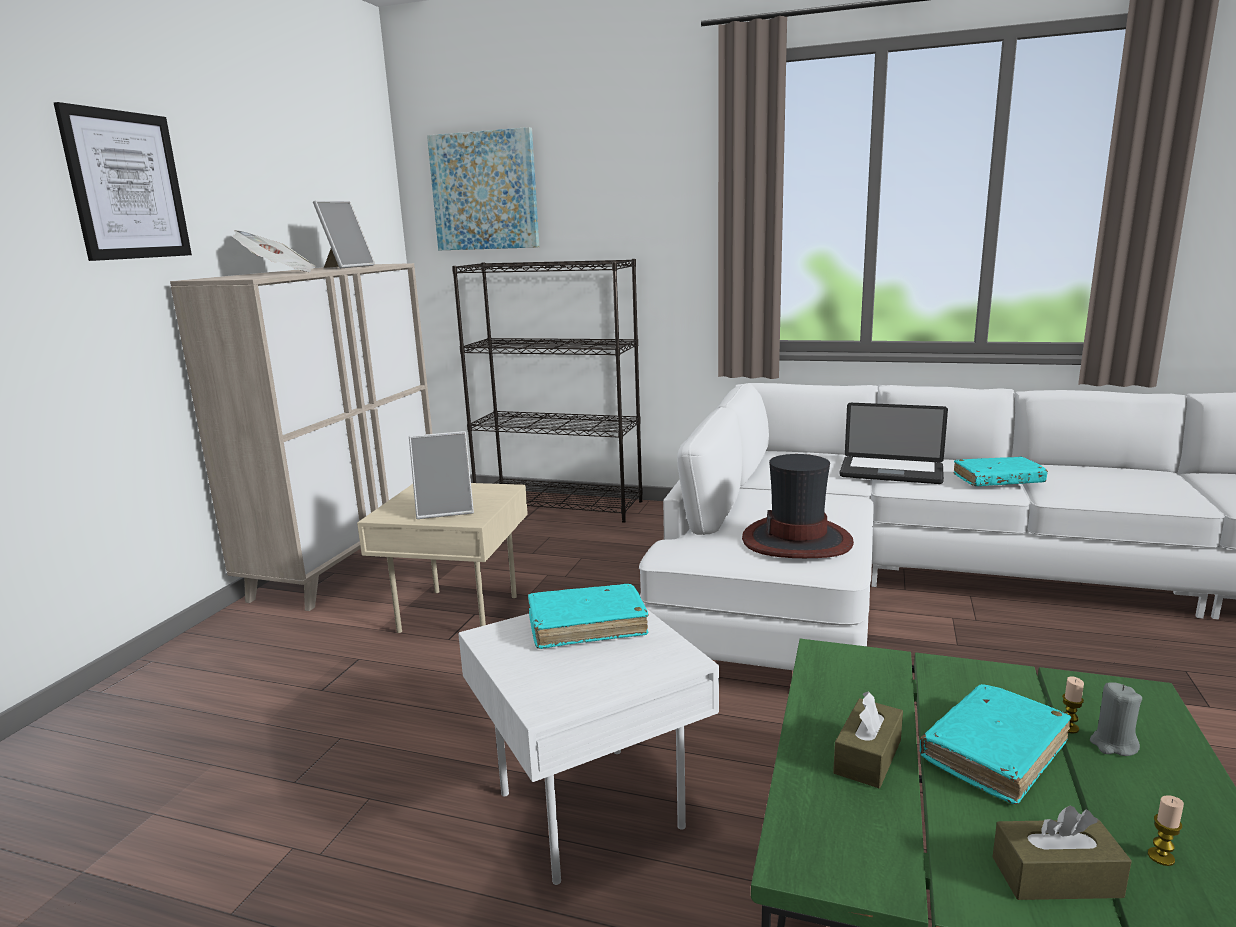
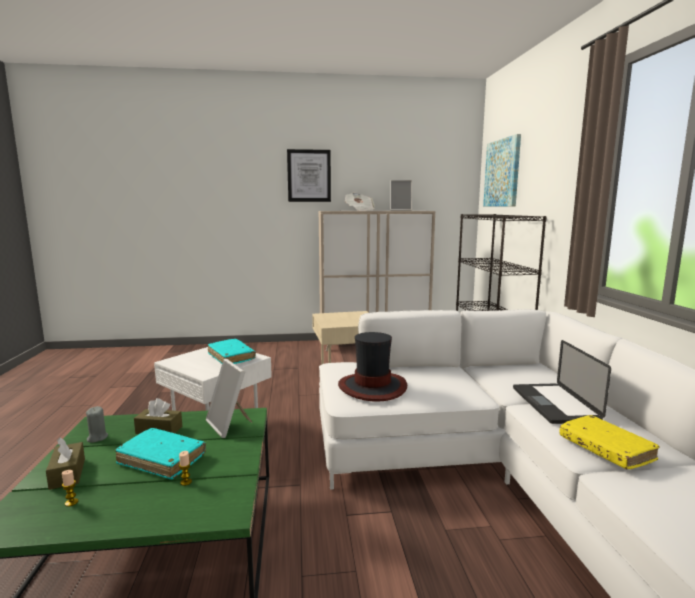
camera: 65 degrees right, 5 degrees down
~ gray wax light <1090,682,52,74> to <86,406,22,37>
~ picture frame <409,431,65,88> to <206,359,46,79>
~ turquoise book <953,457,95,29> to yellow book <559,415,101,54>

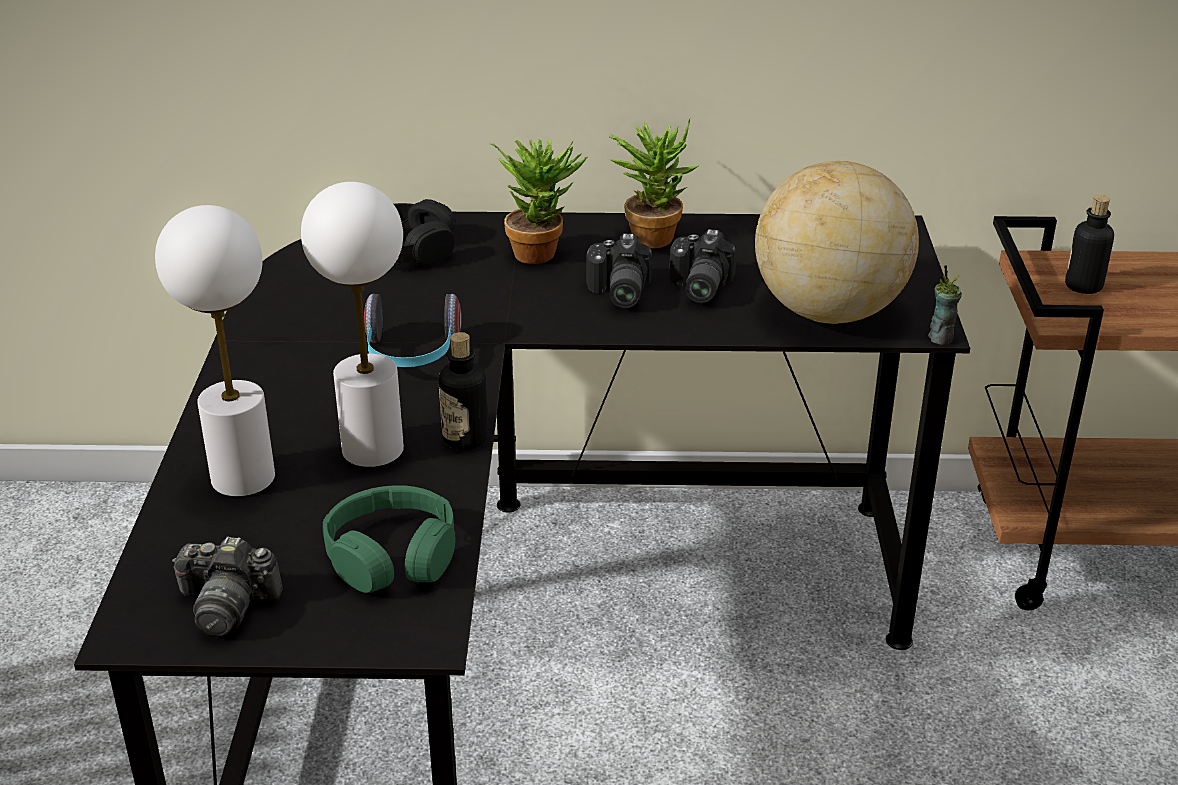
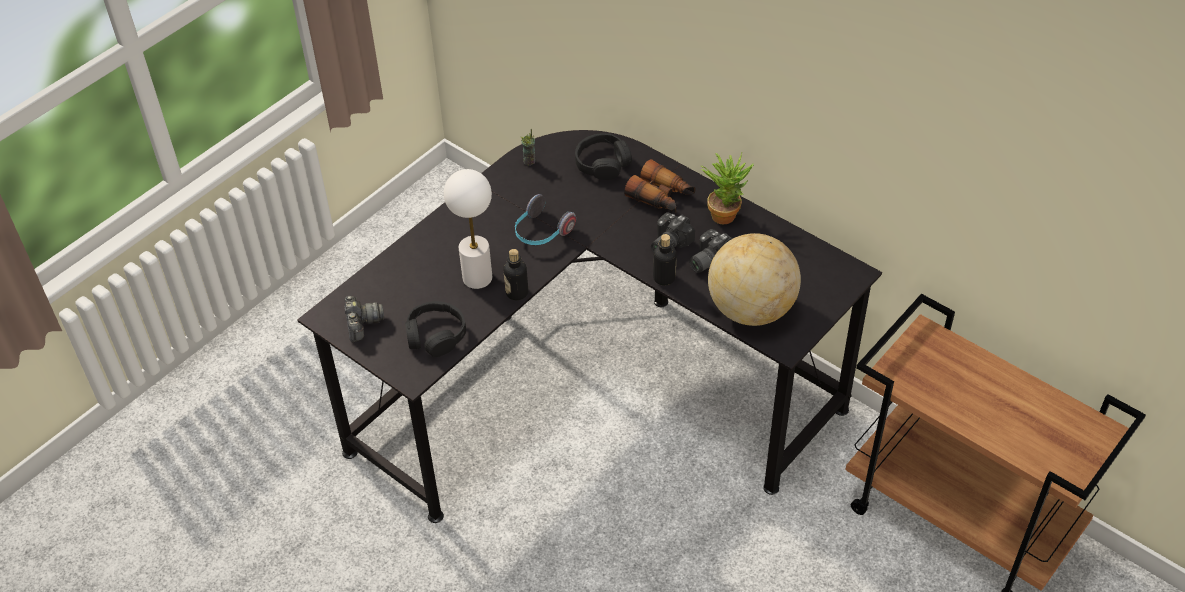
camera: 40 degrees right, 15 degrees up
~ still camera <172,537,111,99> = <344,296,40,46> 150 degrees counterclockwise
~ green-coloured headset <322,485,134,108> to black-coloured headset <405,301,61,56>
~ drinking cup <928,265,34,80> to <521,129,14,36>
~ potted plant <489,139,98,125> to field glasses <624,159,72,54>
~ beverage bottle <1065,195,49,99> to <653,234,24,52>
- white-coloured table lamp <155,205,120,292>

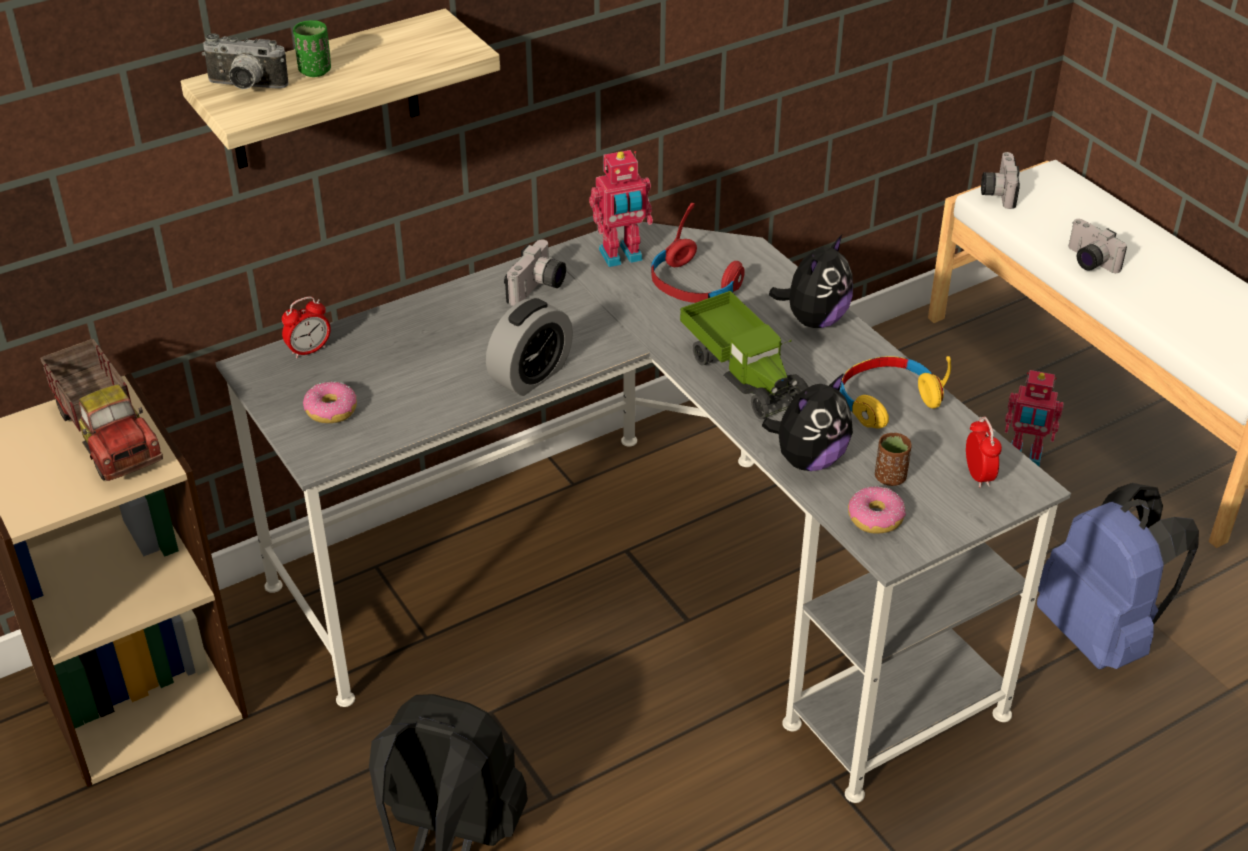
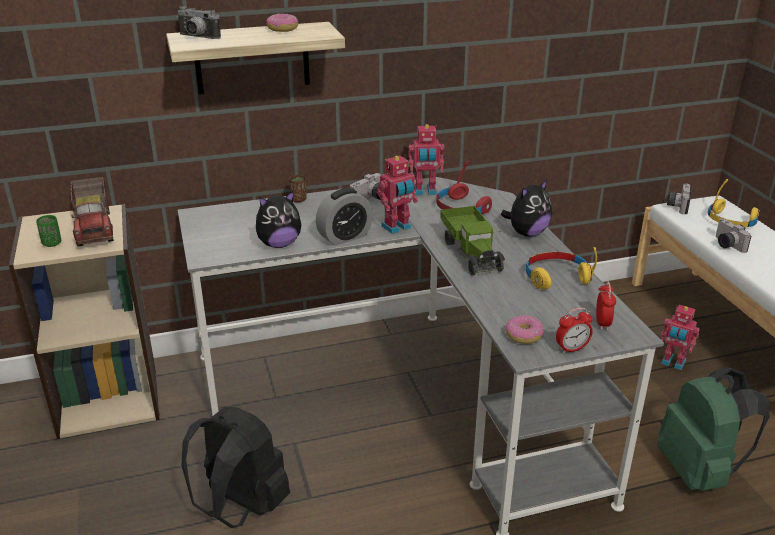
camera: 15 degrees right, 10 degrees down
~ green-coloured drinking cup <293,20,38,57> to <36,215,25,32>
~ soft toy <762,373,91,98> to <256,191,45,57>
~ ring doughnut <303,382,54,41> to <266,13,32,19>
~ brown drinking cup <875,433,37,53> to <289,175,18,28>
+ model robot <377,155,41,79>
~ bedside clock <282,296,49,62> to <556,308,37,46>
~ bluish rucksack <1037,483,162,186> to green-coloured rucksack <657,367,113,124>
+ yellow headset <708,179,51,48>

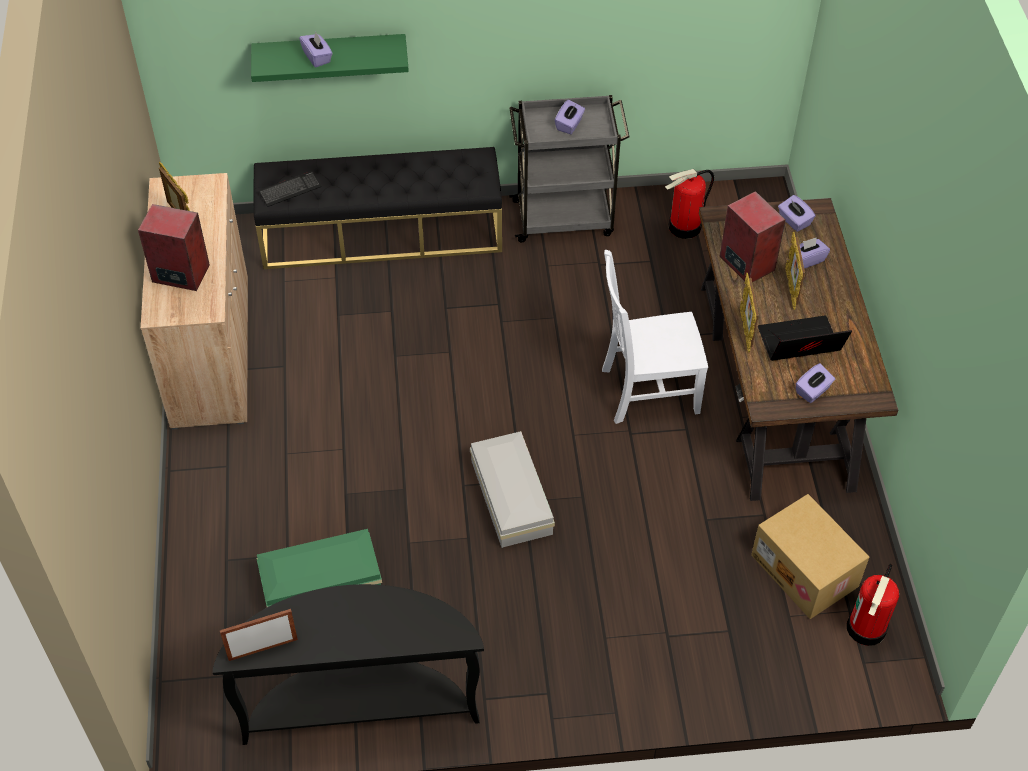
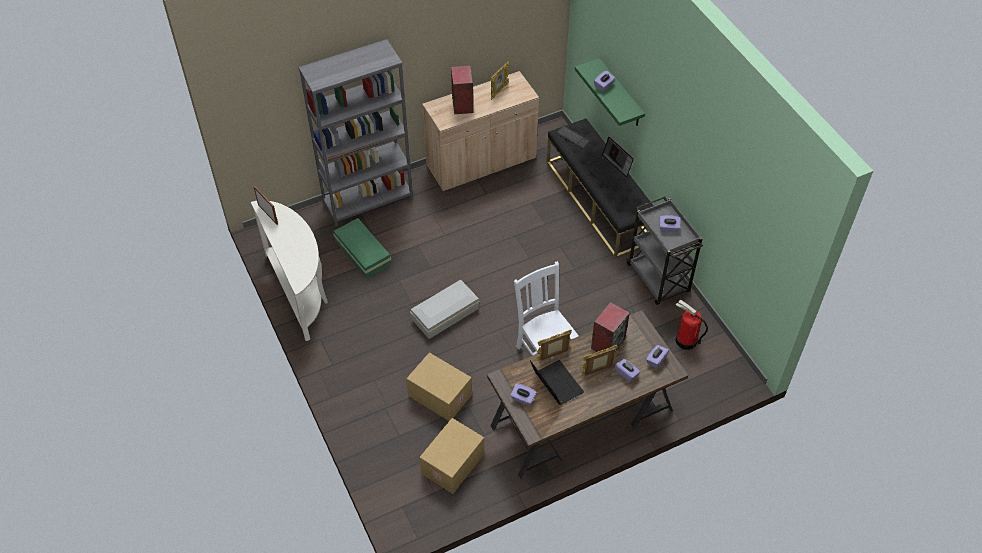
camera: 70 degrees right, 0 degrees up
~ black-coloured hall table <213,584,271,161> to white-coloured hall table <251,201,77,140>
+ gray shelving unit <298,39,115,187>
+ cardboard box <406,352,66,69>
+ laptop <584,137,50,51>
- extinguisher <847,564,52,82>

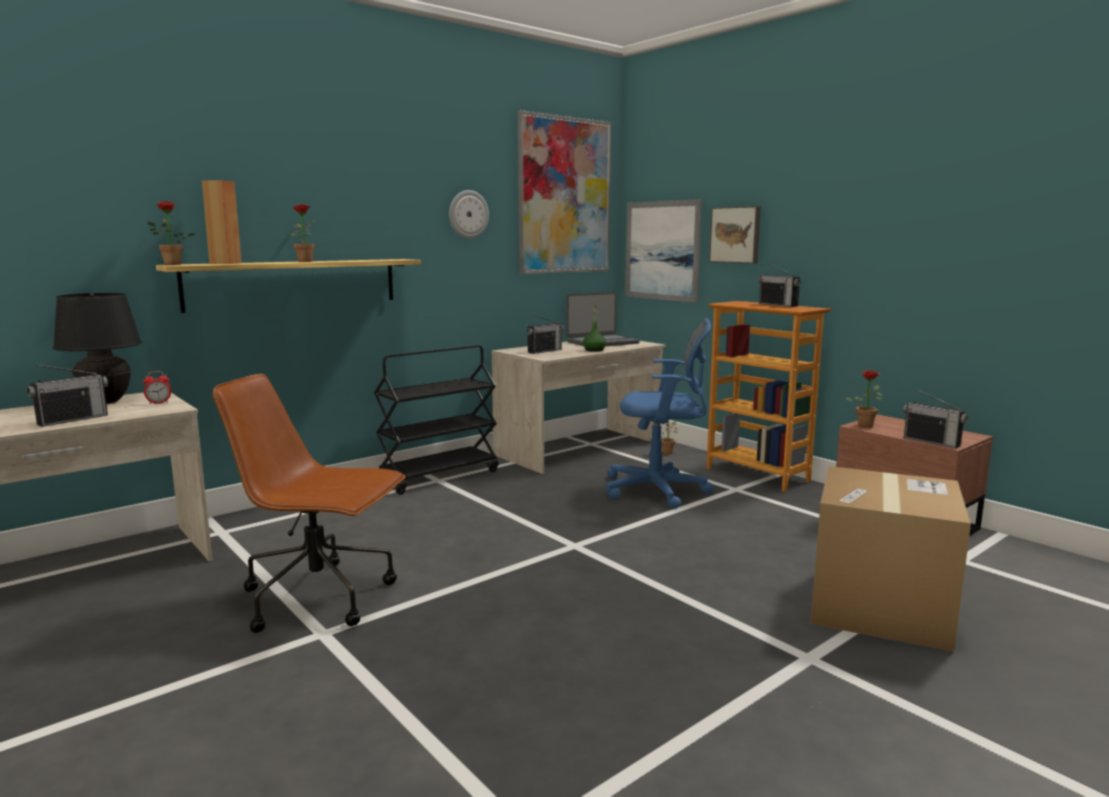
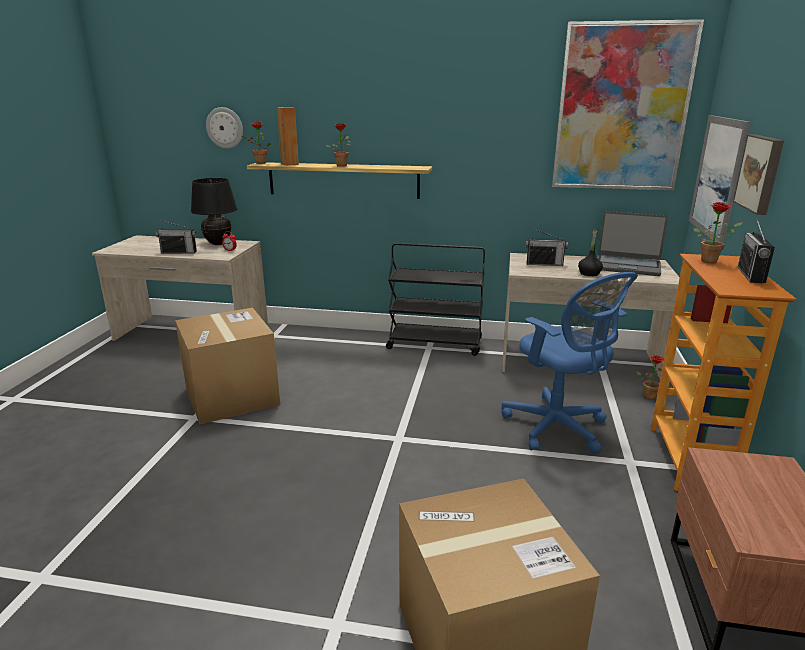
camera: 50 degrees right, 10 degrees up
~ brown office chair <212,374,194,259> to cardboard box <175,308,105,116>
~ clock on the wall <449,190,40,49> to <206,107,37,42>
~ green-coloured beverage bottle <583,305,23,47> to black-coloured beverage bottle <578,230,25,46>
~ potted plant <846,370,37,58> to <693,202,50,61>
- radio <903,389,65,59>

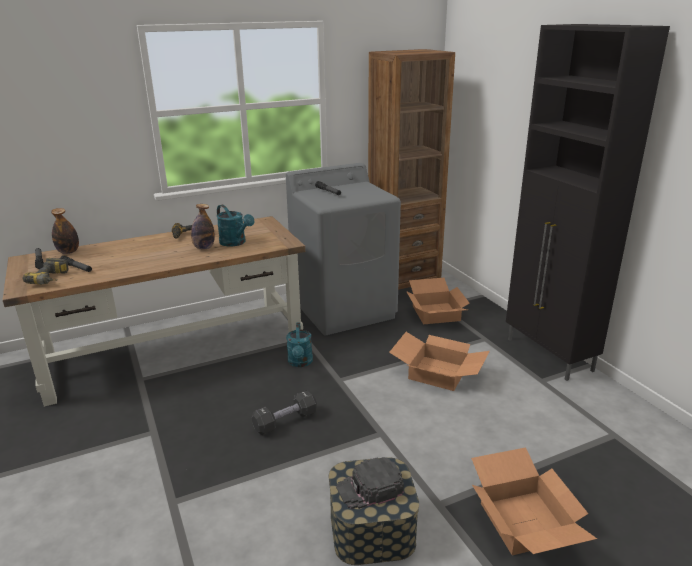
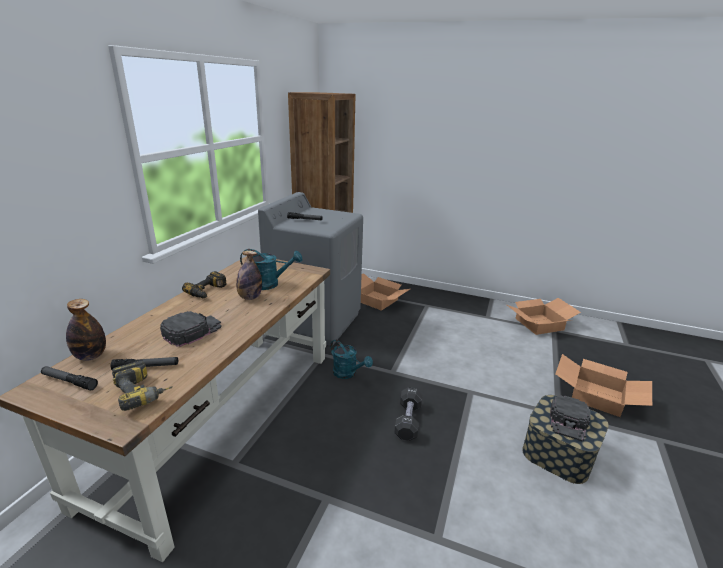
camera: 45 degrees left, 0 degrees up
+ black-coloured cap <160,311,62,36>
~ cardboard box <389,332,101,59> to <507,298,74,37>
- black-coloured cupboard <506,24,164,357>

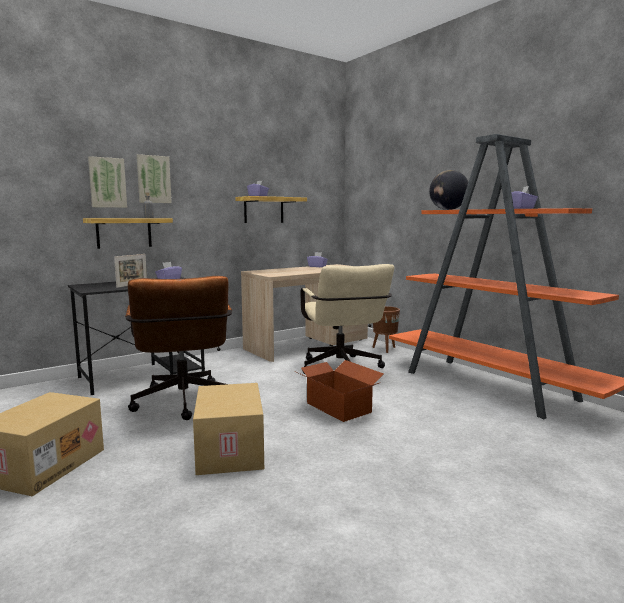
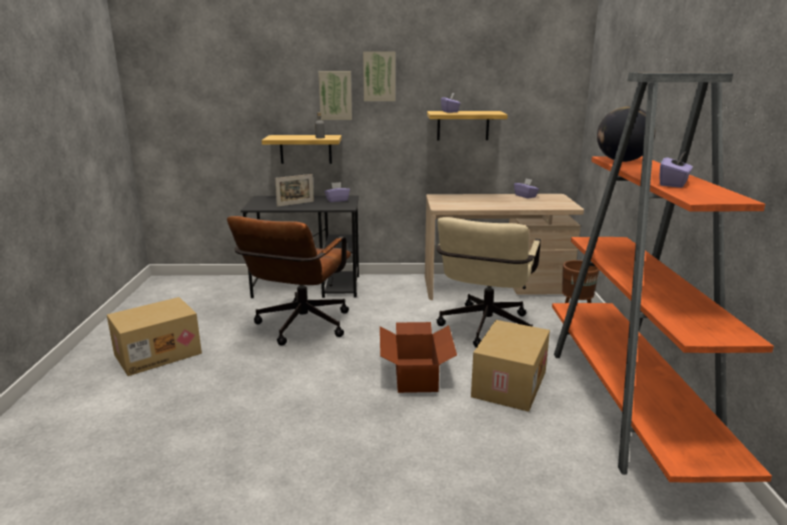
camera: 35 degrees right, 10 degrees up
~ wall art <88,156,39,52> to <363,51,32,50>
~ cardboard box <193,383,71,92> to <471,320,79,92>

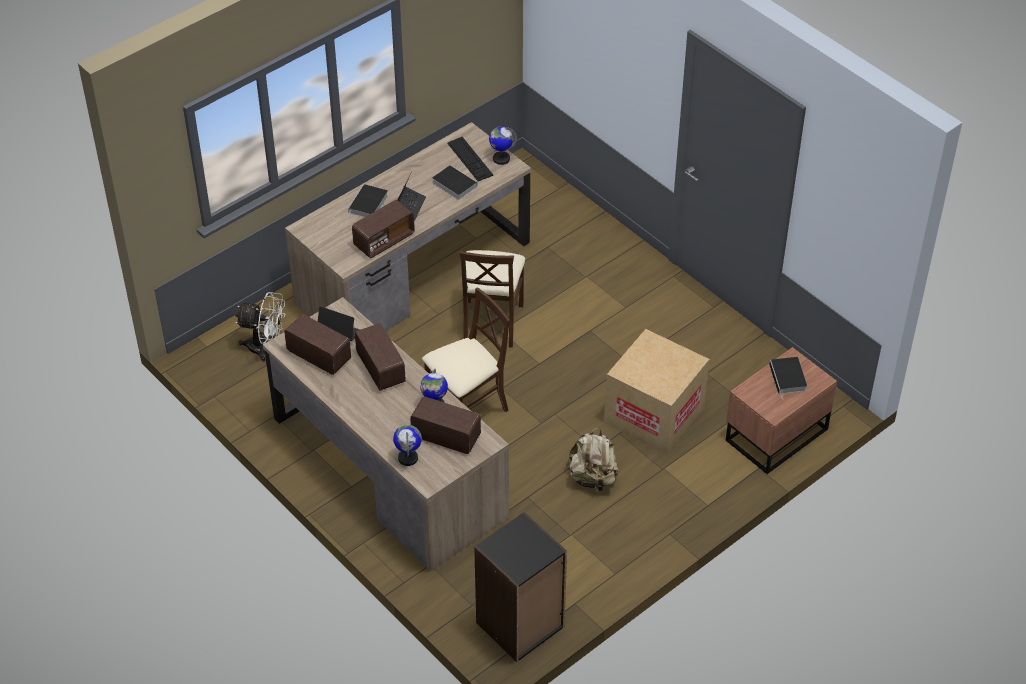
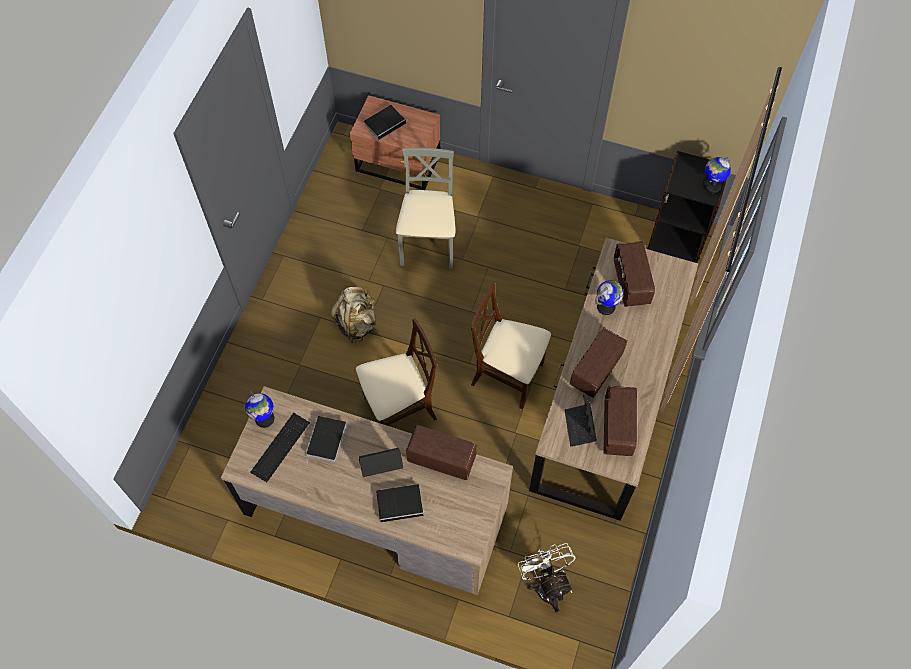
camera: 120 degrees left, 15 degrees up
~ beige-coloured rucksack <566,428,53,63> to <330,287,46,56>
~ cardboard box <604,329,106,125> to gray plain chair <396,148,60,121>
~ world globe <393,425,29,41> to <704,157,27,36>

